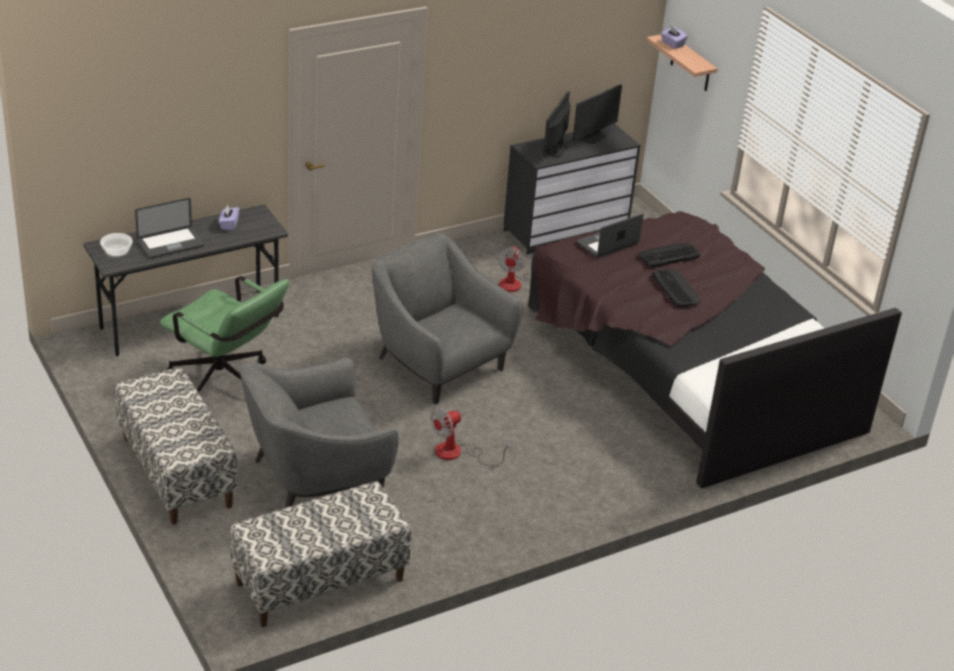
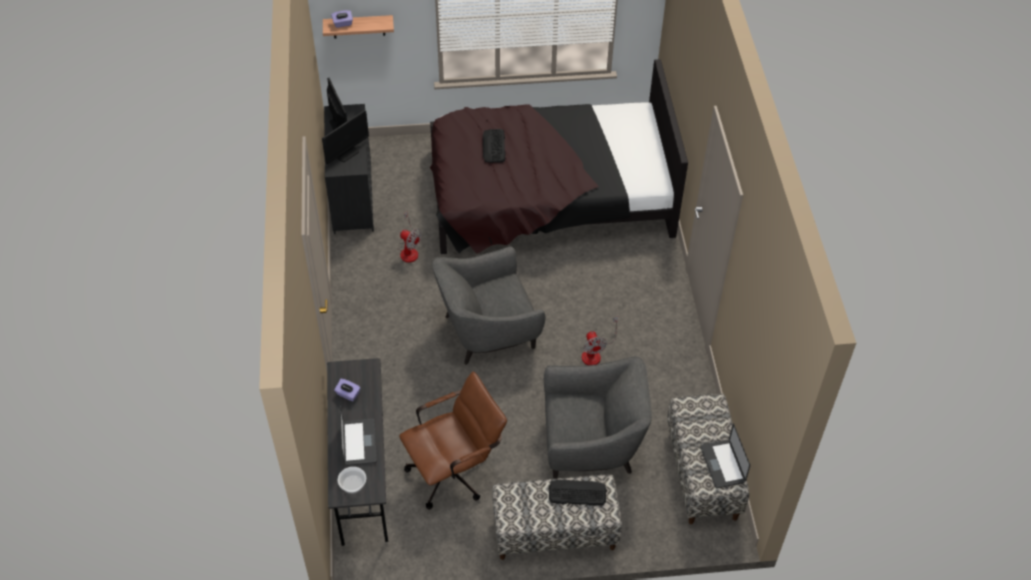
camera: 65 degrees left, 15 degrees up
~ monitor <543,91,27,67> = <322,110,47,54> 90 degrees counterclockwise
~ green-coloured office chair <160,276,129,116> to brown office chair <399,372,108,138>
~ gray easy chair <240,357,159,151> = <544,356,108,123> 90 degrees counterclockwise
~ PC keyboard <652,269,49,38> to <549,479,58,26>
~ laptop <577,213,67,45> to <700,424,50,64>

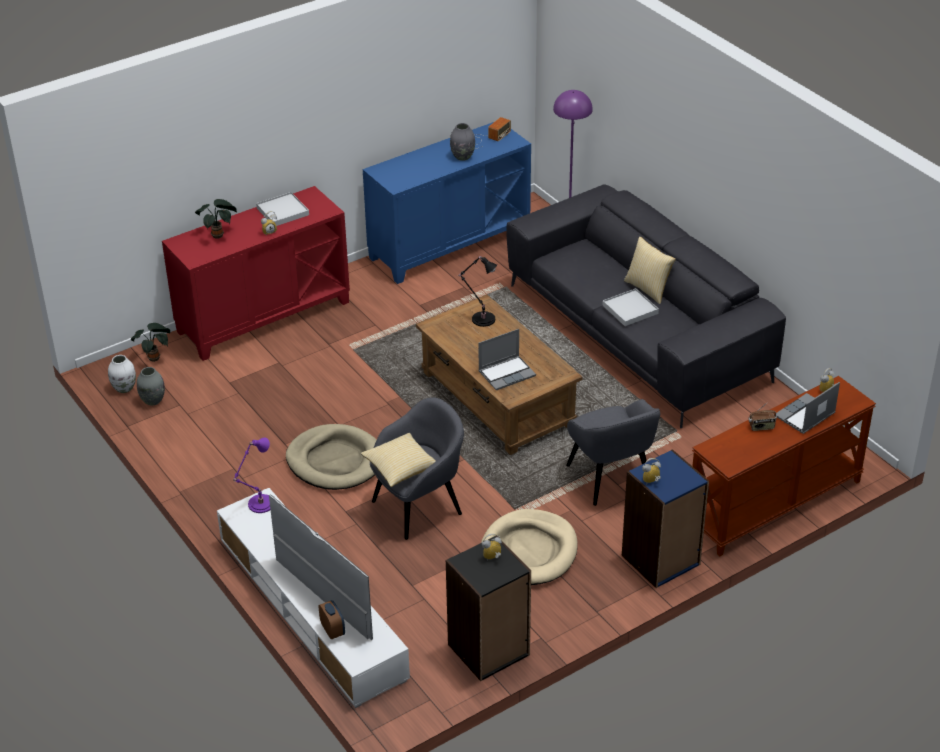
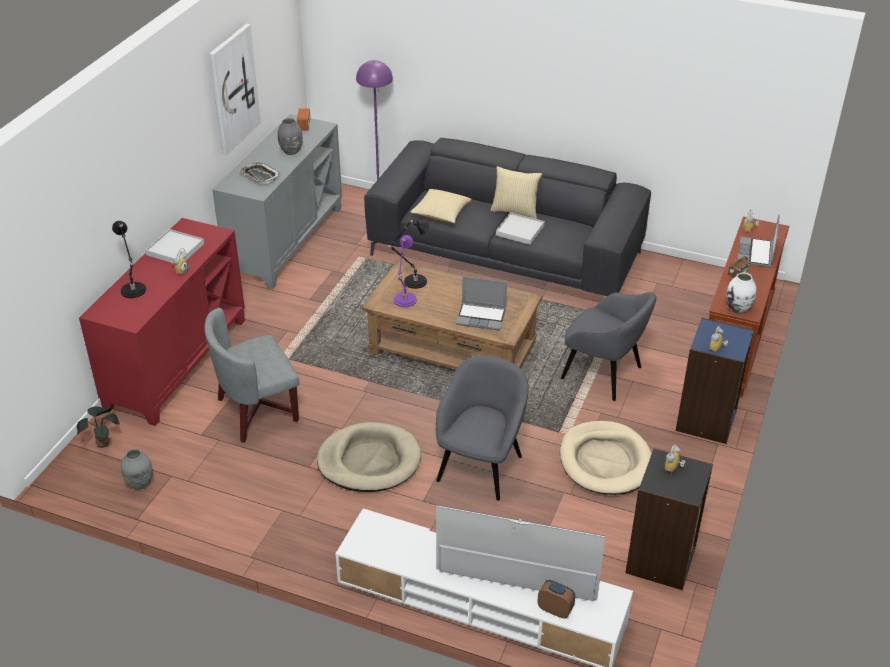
camera: 35 degrees left, 0 degrees up
~ potted plant <195,199,42,40> to black-coloured table lamp <112,221,34,77>
+ gray easy chair <204,308,96,135>
+ wall art <209,24,52,131>
~ bluish cupboard <363,122,168,162> to gray cupboard <212,114,130,175>
+ carrying tray <239,163,42,20>
~ purple table lamp <233,437,37,76> to <393,235,24,72>
~ pillow <361,433,75,54> to <410,189,62,34>
~ laptop <478,329,58,61> = <456,276,51,54> 75 degrees clockwise
~ white-coloured vase <108,355,28,38> to <726,272,31,42>

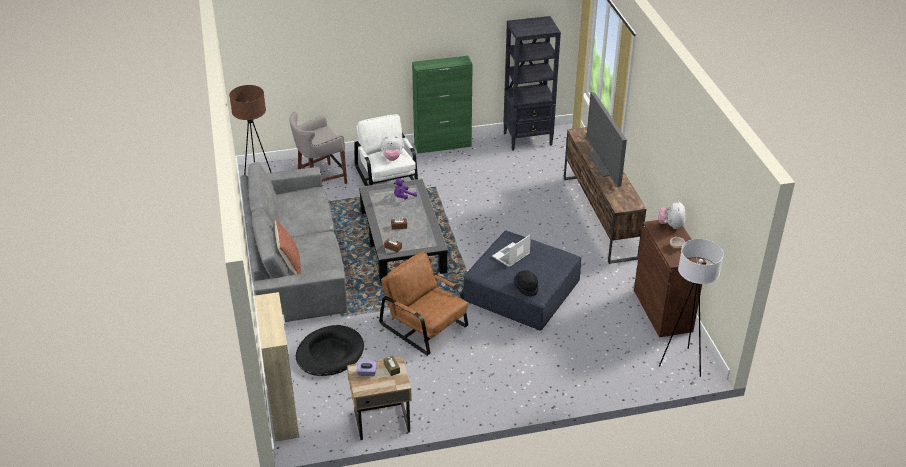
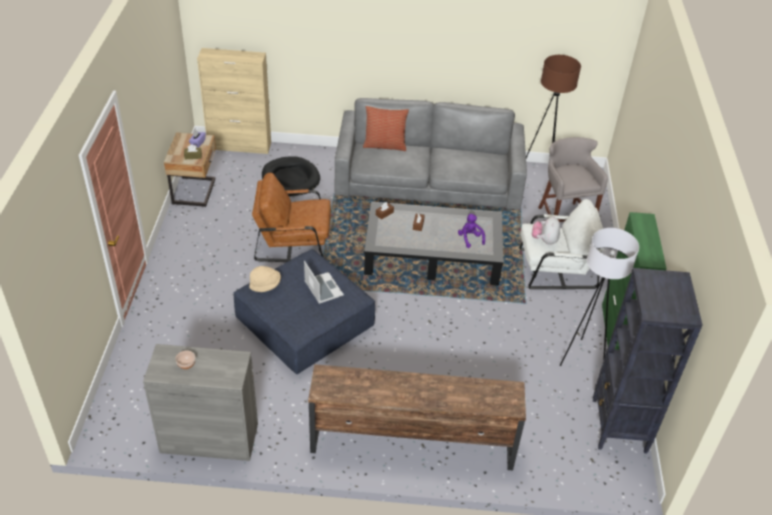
camera: 105 degrees right, 5 degrees up
~ brown cupboard <634,220,72,118> to gray cupboard <143,344,115,117>
~ black-coloured wearable hat <514,271,25,26> to beige-coloured wearable hat <249,266,32,26>
~ brown easy chair <379,252,89,104> = <252,173,79,89> 150 degrees counterclockwise
~ white-coloured floor lamp <659,239,65,138> to <560,228,79,138>
- television <586,92,41,96>
- soft toy <658,201,27,28>

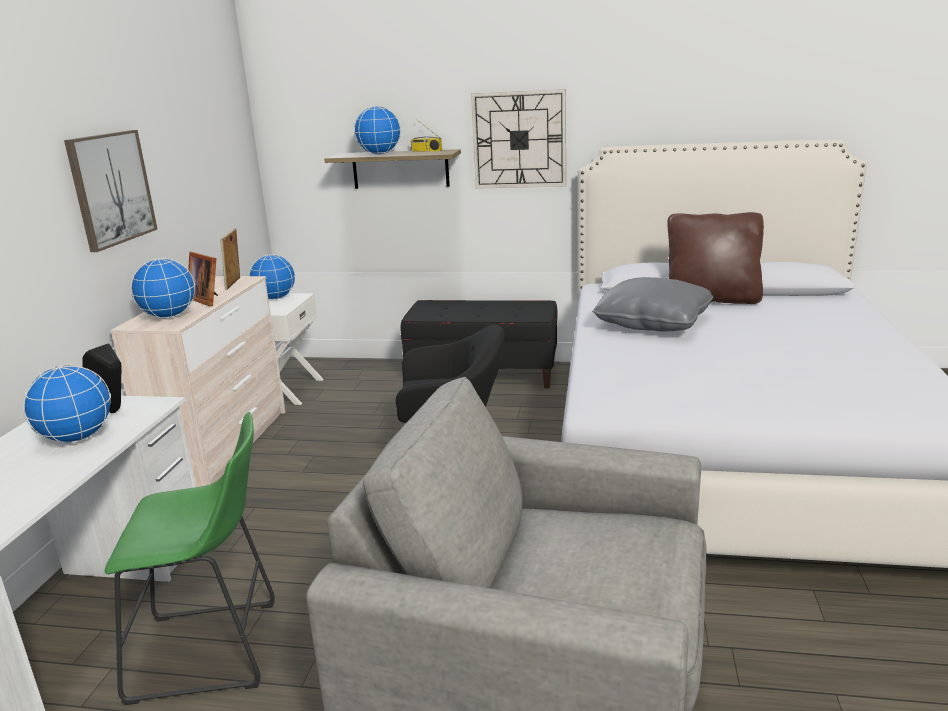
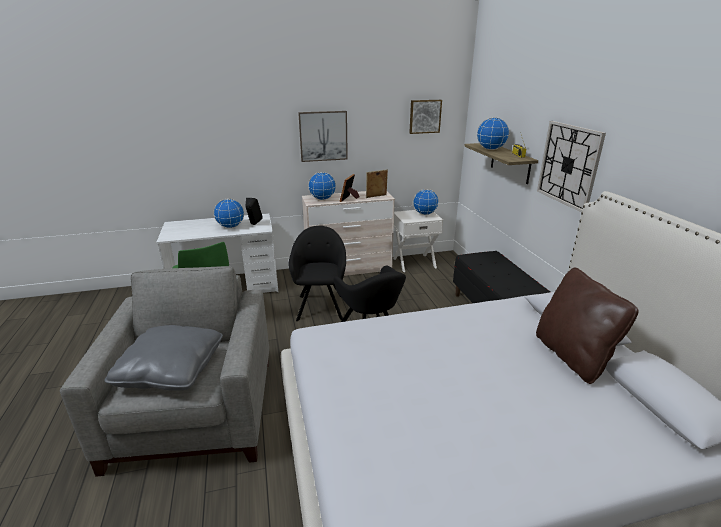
camera: 65 degrees right, 5 degrees up
~ gray pillow <592,277,121,55> to <104,325,119,66>
+ black-coloured easy chair <289,226,57,95>
+ wall art <409,100,33,34>

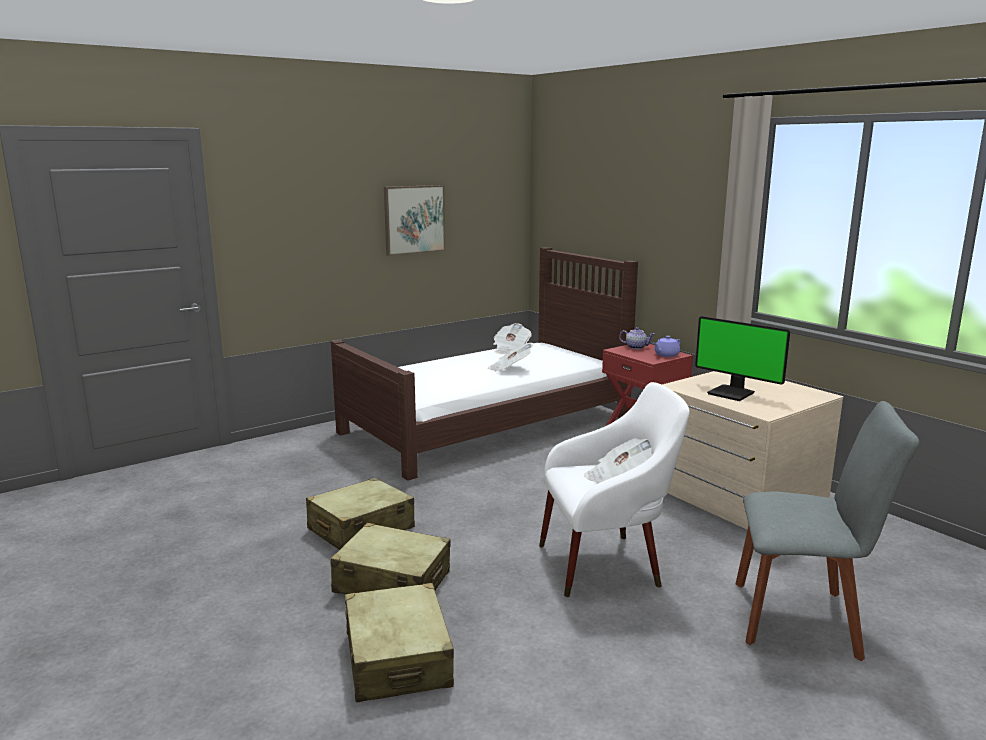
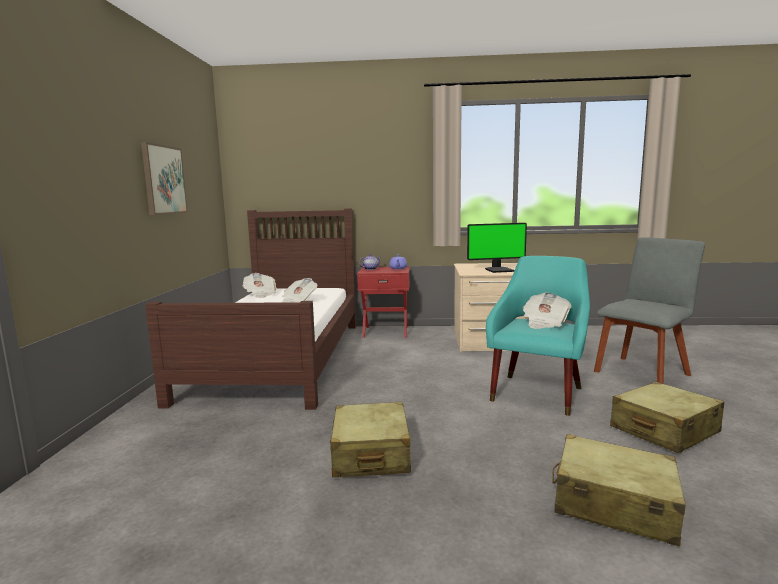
camera: 50 degrees left, 5 degrees down
~ white-coloured easy chair <539,382,151,215> to turquoise easy chair <486,256,104,160>
~ beige-coloured travel case <331,523,120,71> to <610,382,114,71>

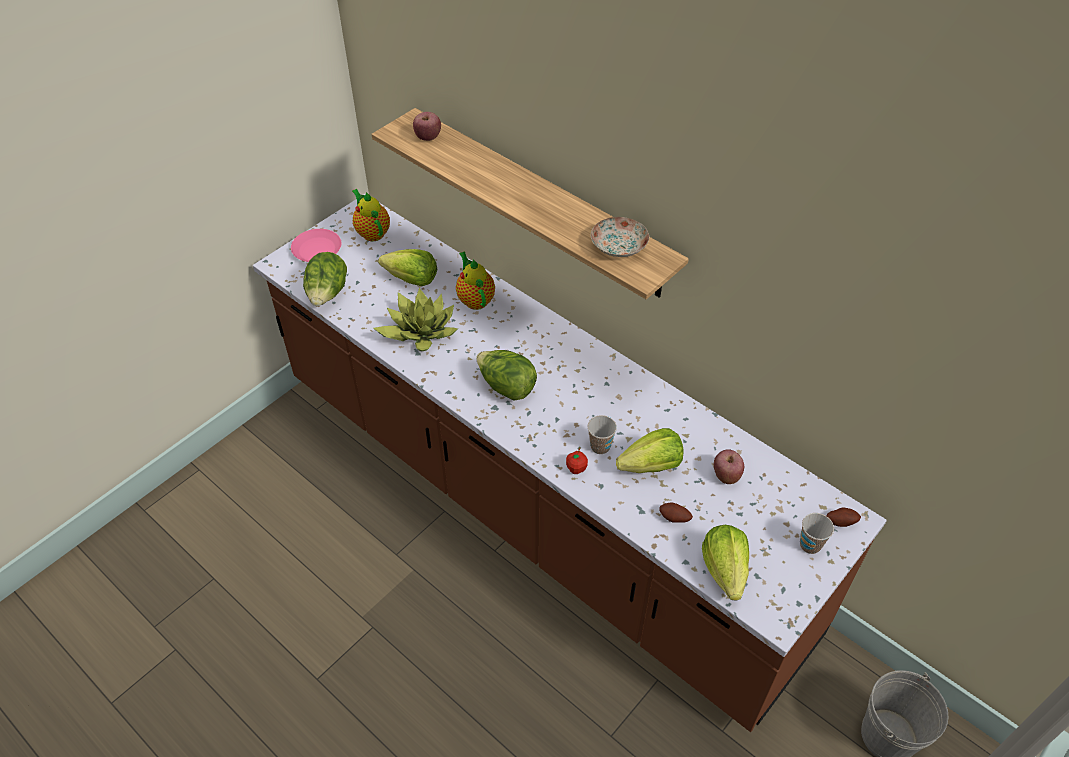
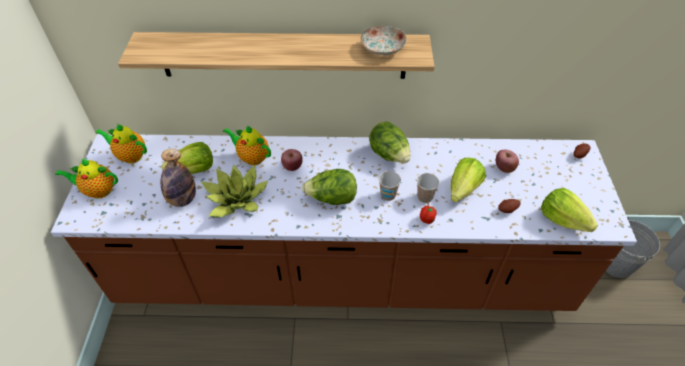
camera: 40 degrees left, 0 degrees up
~ pinkish plate <291,229,50,33> to teapot <55,159,63,39>
+ beverage bottle <160,149,36,58>
~ apple fruit <413,112,28,29> to <281,149,22,22>
~ lettuce <303,252,44,54> to <369,122,41,41>
~ drinking cup <800,513,34,41> to <379,171,22,30>

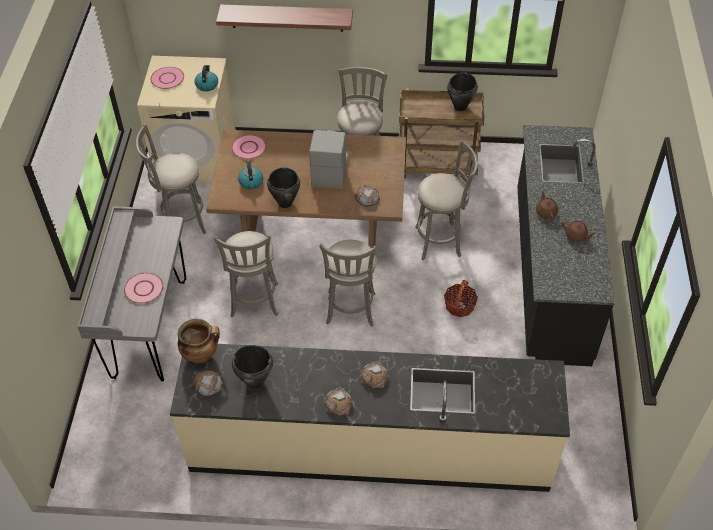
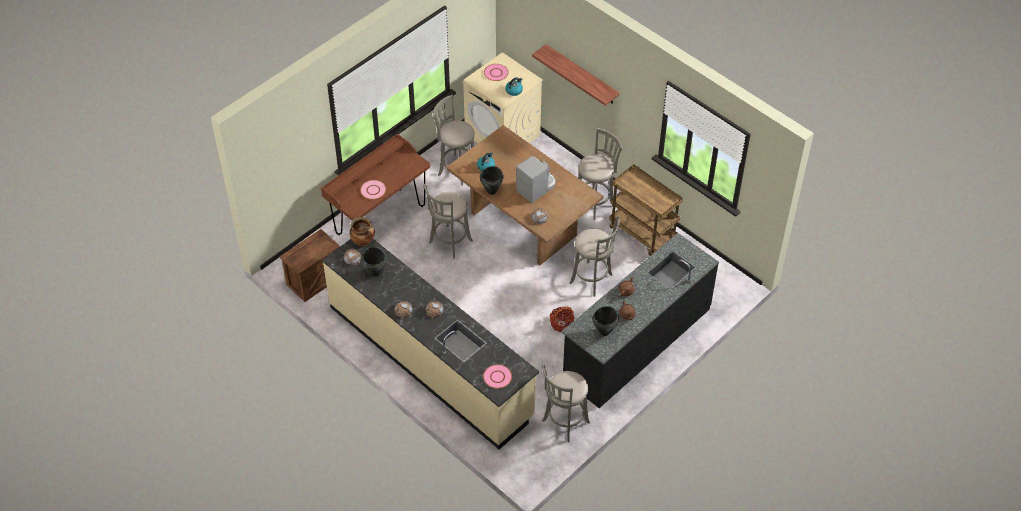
camera: 40 degrees right, 0 degrees up
+ crate <279,229,61,73>
~ gray desk <77,206,109,175> to brown desk <321,134,109,101>
~ pinkish plate <232,135,34,24> to <483,364,29,25>
~ gray stool <319,240,58,86> to <542,365,48,77>
~ black-coloured saucepot <447,72,31,39> to <593,306,26,30>

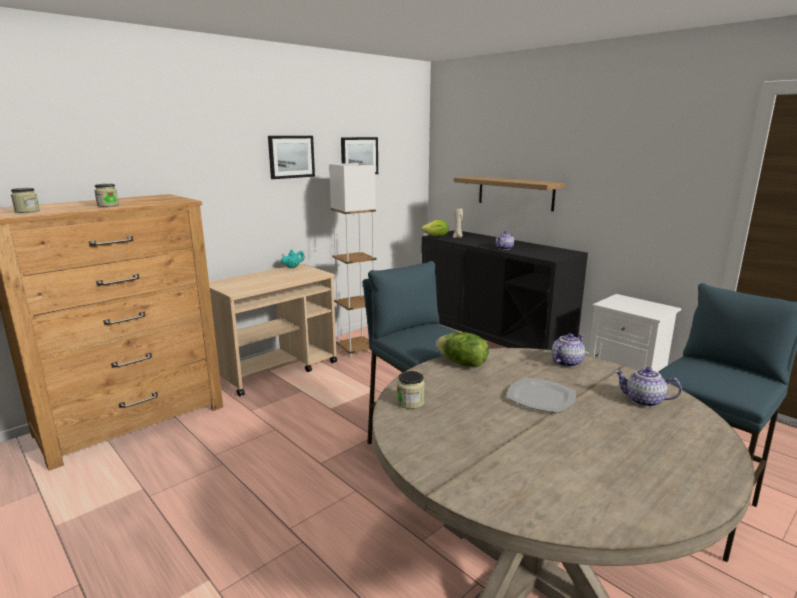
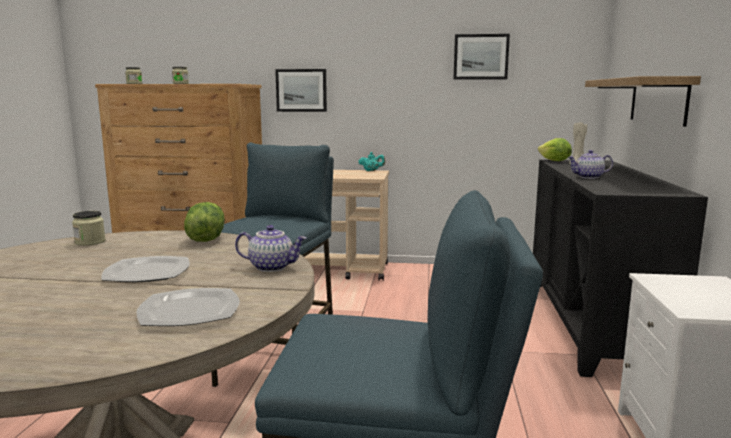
camera: 50 degrees right, 5 degrees down
~ teapot <614,367,68,40> to plate <136,288,104,38>
~ wall art <268,136,47,43> to <275,69,52,43>
- white-coloured floor lamp <329,163,47,195>

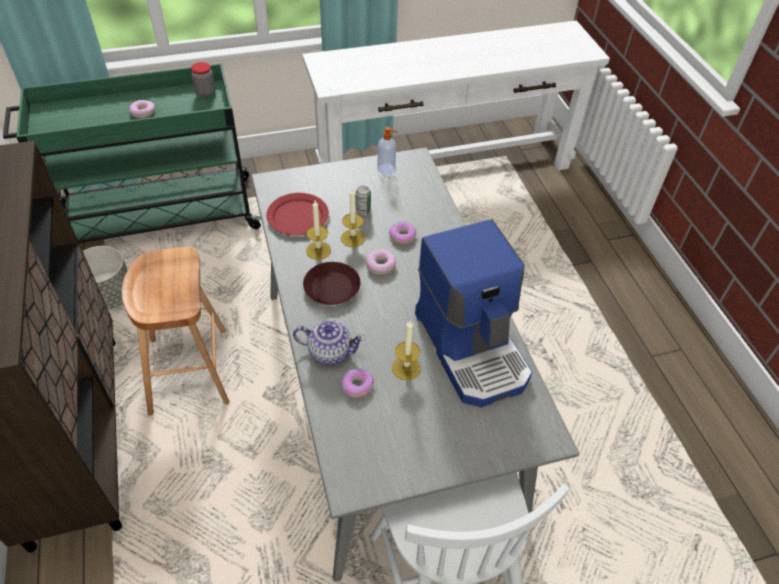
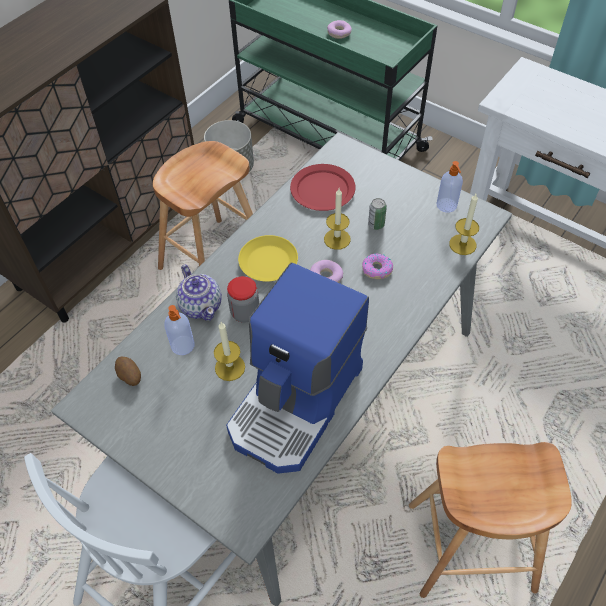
camera: 55 degrees right, 5 degrees up
+ potato <115,357,26,29>
~ ring doughnut <341,368,33,29> to soap dispenser <164,305,30,50>
~ preserve jar <191,62,24,35> to <227,276,32,47>
~ brown plate <303,262,58,43> to yellow plate <238,235,60,47>
+ brown stool <409,442,163,156>
~ wax light <306,200,25,60> to <449,194,30,61>

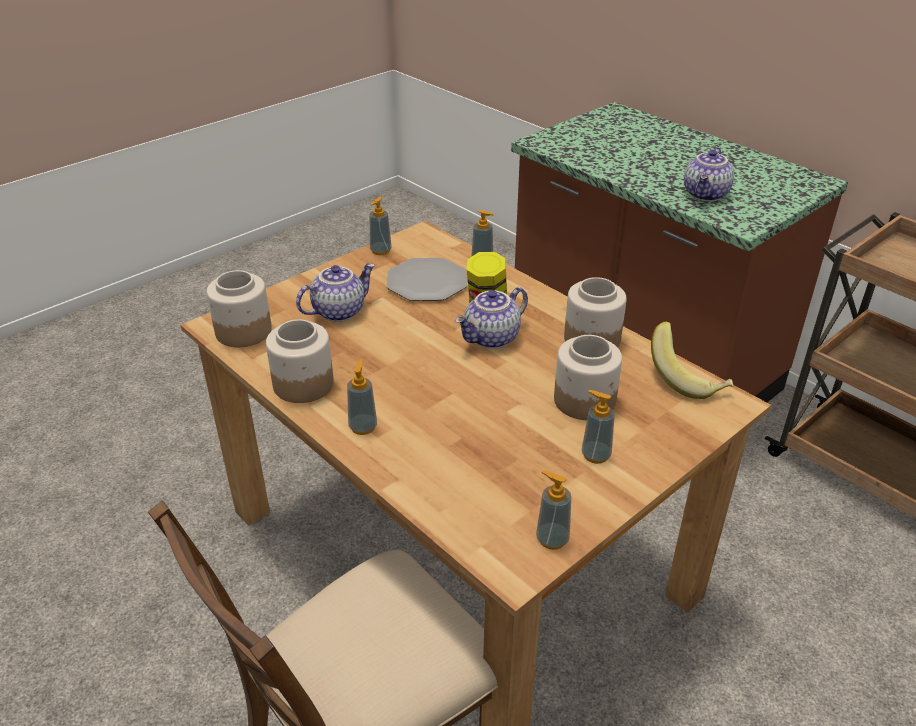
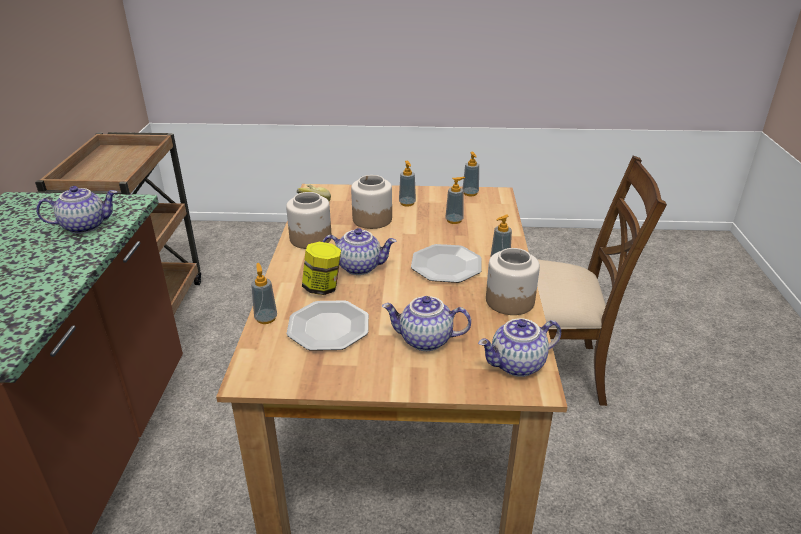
camera: 135 degrees left, 5 degrees down
+ plate <411,244,71,39>
~ soap dispenser <369,197,23,58> to <445,177,21,47>
~ preserve jar <207,270,65,77> to teapot <478,318,83,59>

